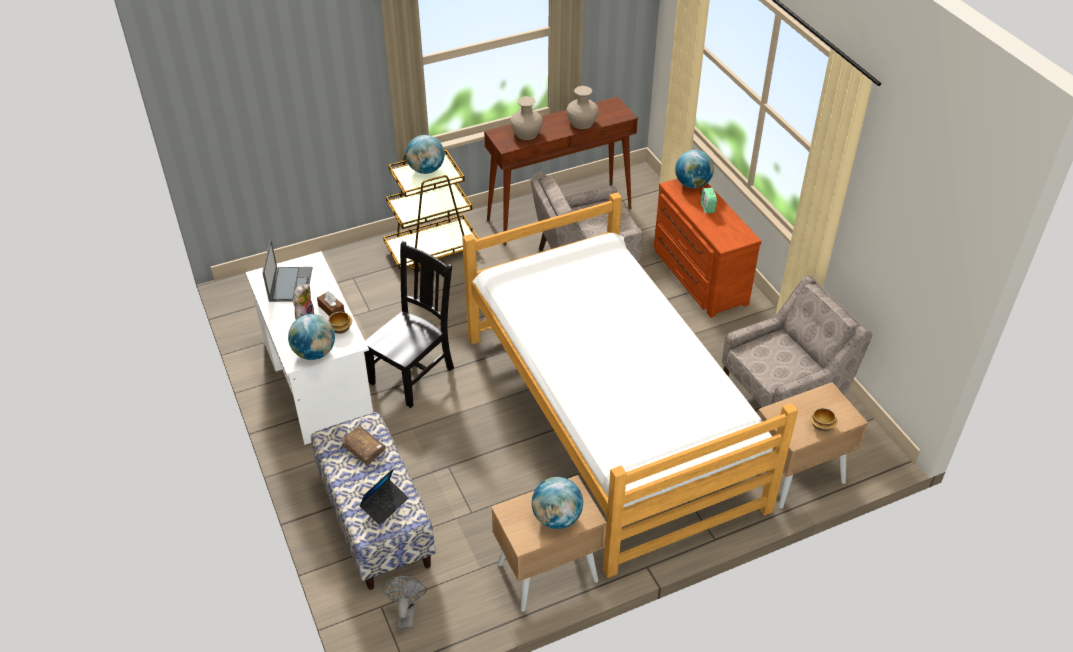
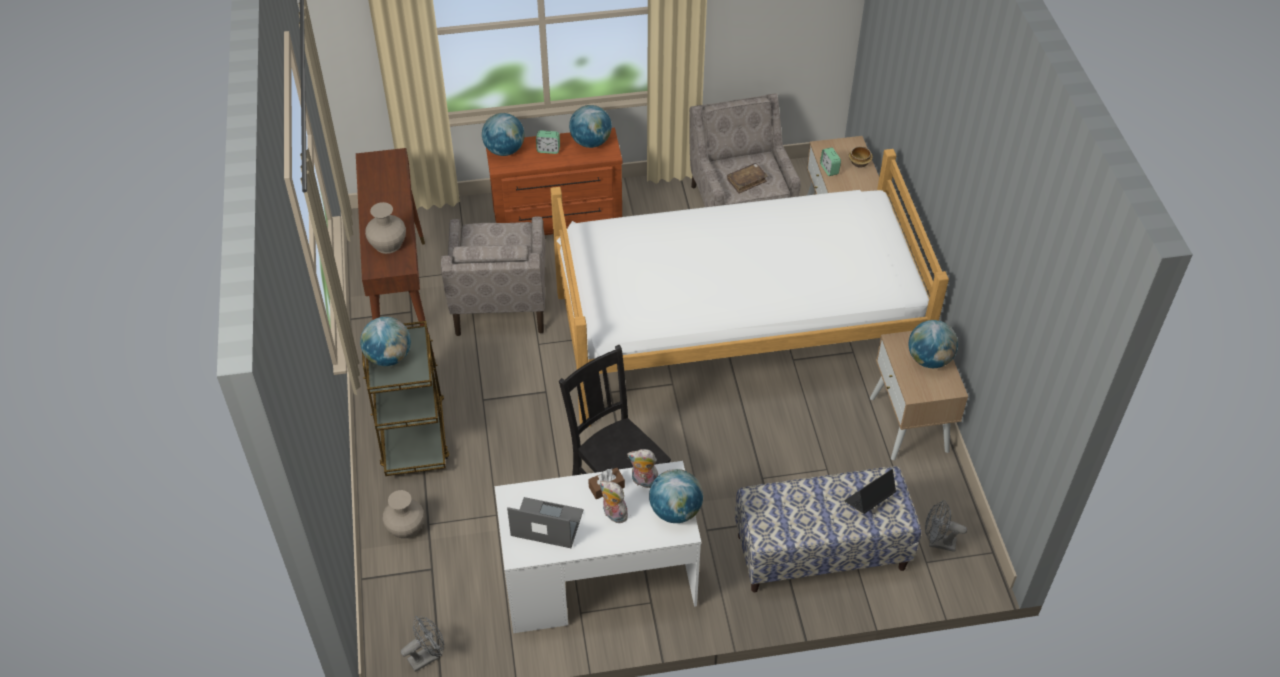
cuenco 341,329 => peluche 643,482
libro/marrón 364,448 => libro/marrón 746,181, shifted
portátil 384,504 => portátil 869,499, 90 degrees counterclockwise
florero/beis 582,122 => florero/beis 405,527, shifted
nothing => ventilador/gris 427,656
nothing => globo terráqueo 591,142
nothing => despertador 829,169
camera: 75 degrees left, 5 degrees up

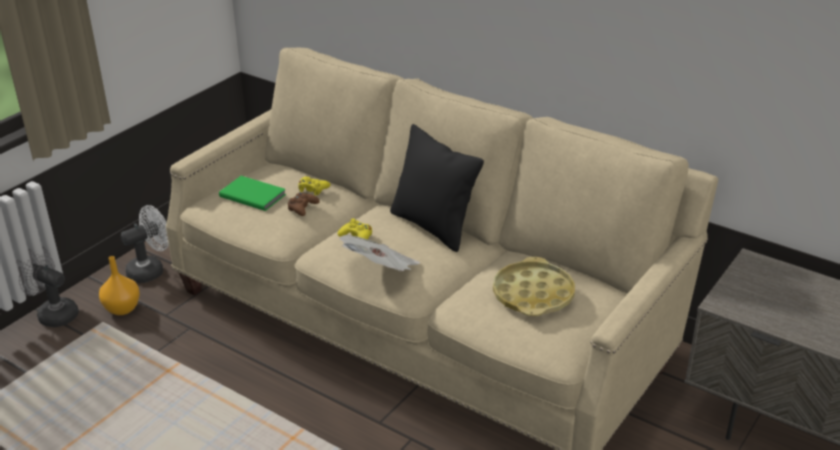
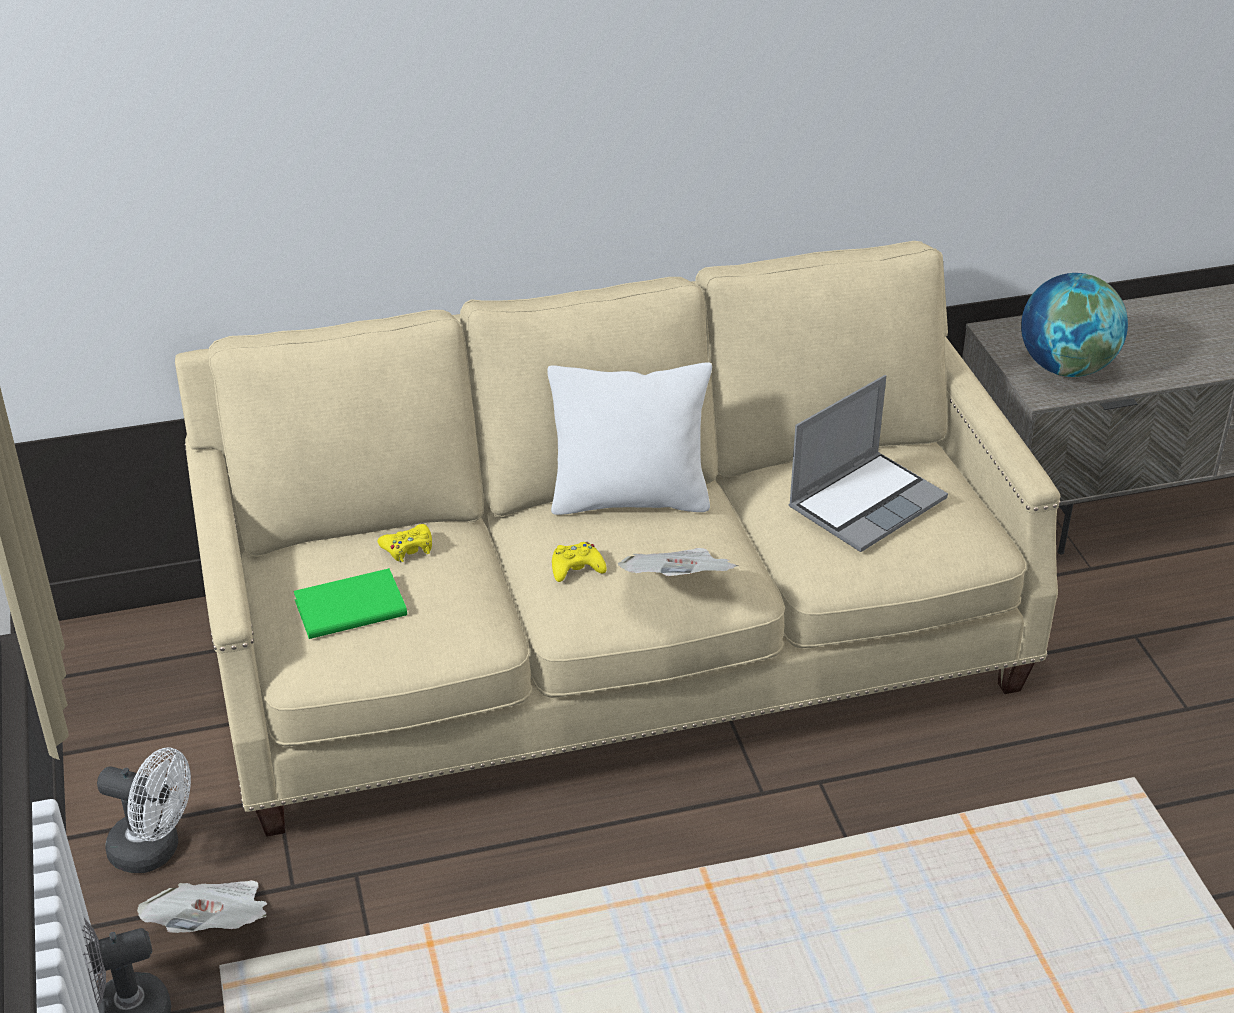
florero/naranja 123,308 => periódico 213,927
ventilador/blanco 151,270 => ventilador/blanco 155,850, 105 degrees clockwise
mando de consola/marrón 302,208 => nothing
cojín/negro 433,226 => cojín/blanco 630,499
bandeja/amarillo 533,294 => portátil 866,502
nothing => globo terráqueo 1066,367
camera: 50 degrees left, 5 degrees up

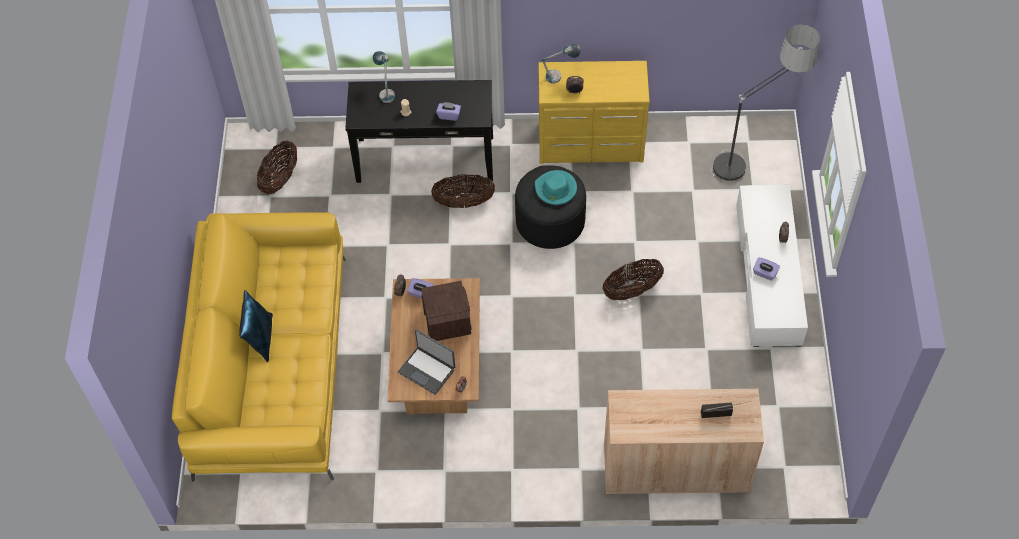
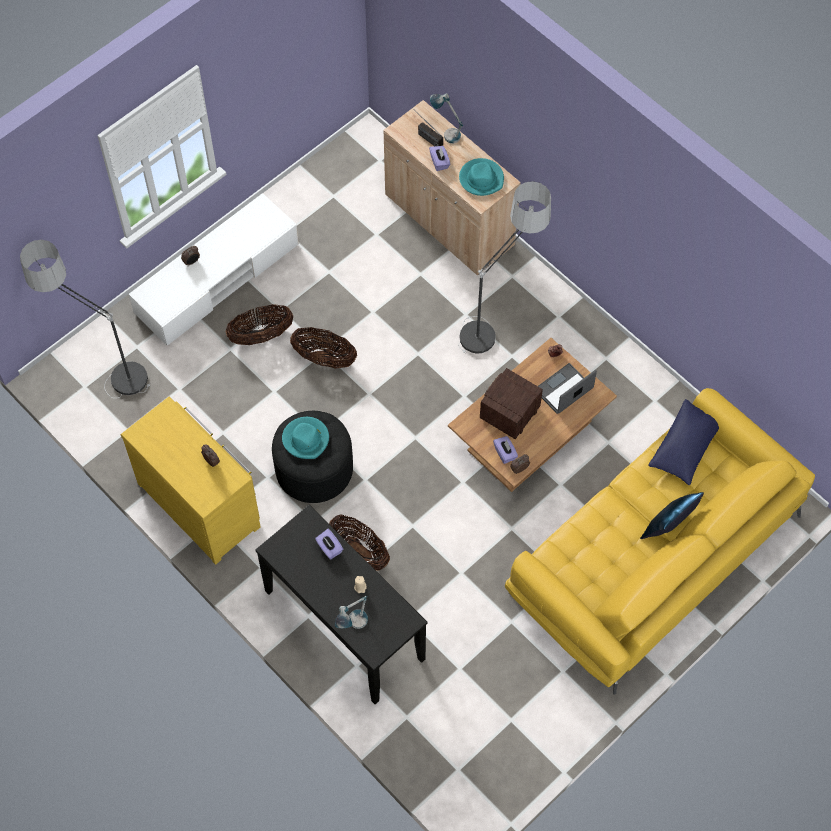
cesta 280,179 => cesta 261,335, shifted
portátil 427,370 => portátil 564,390, 120 degrees counterclockwise
lámpara de mesa 560,76 => lámpara de mesa 446,132, shifted
caja de pañuelos/morado 764,273 => caja de pañuelos/morado 439,162, shifted
nothing => sombrero/turquesa 481,178
nothing => lámpara de pie 497,320
nothing => cojín/azul 685,447
camera: 135 degrees left, 5 degrees up

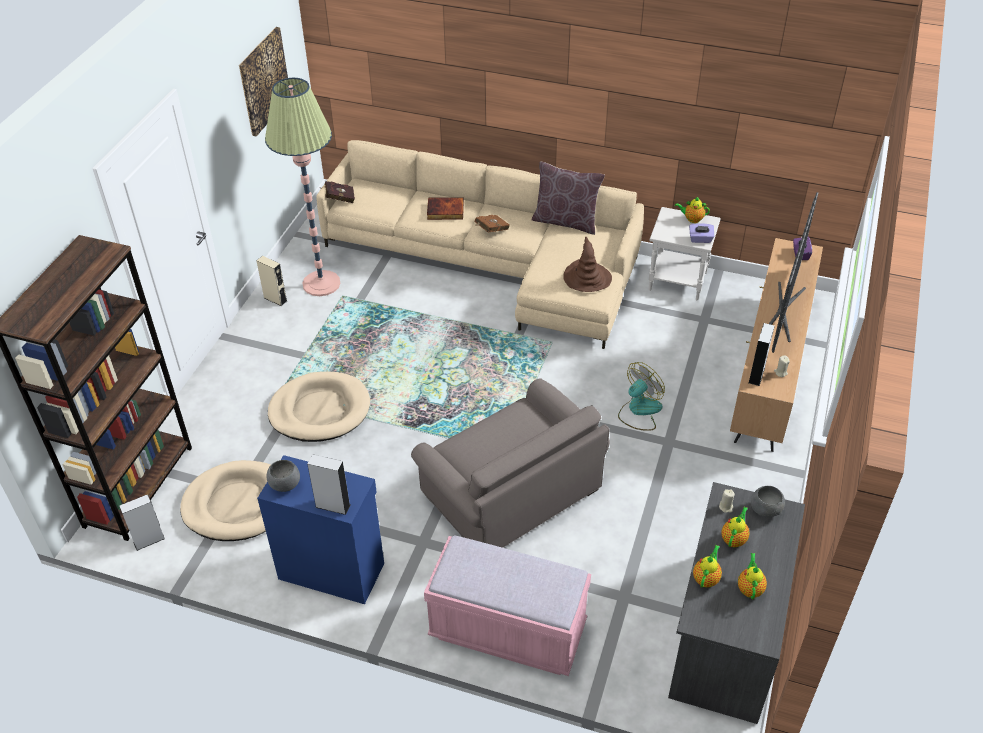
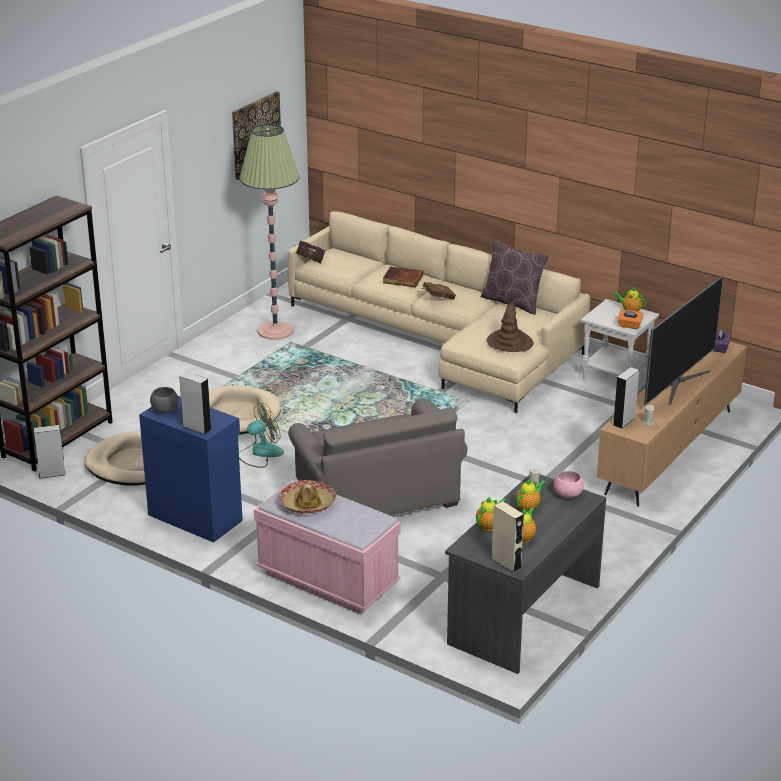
altavoz/beis 275,299 => altavoz/beis 506,563, shifted
ventilador 639,411 => ventilador 260,453, shifted
caja de pañuelos/morado 700,239 => caja de pañuelos/naranja 629,326
cuenco/gris 765,510 => cuenco/rosa 567,495
nothing => sombrero 308,503
camera: 15 degrees right, 15 degrees down

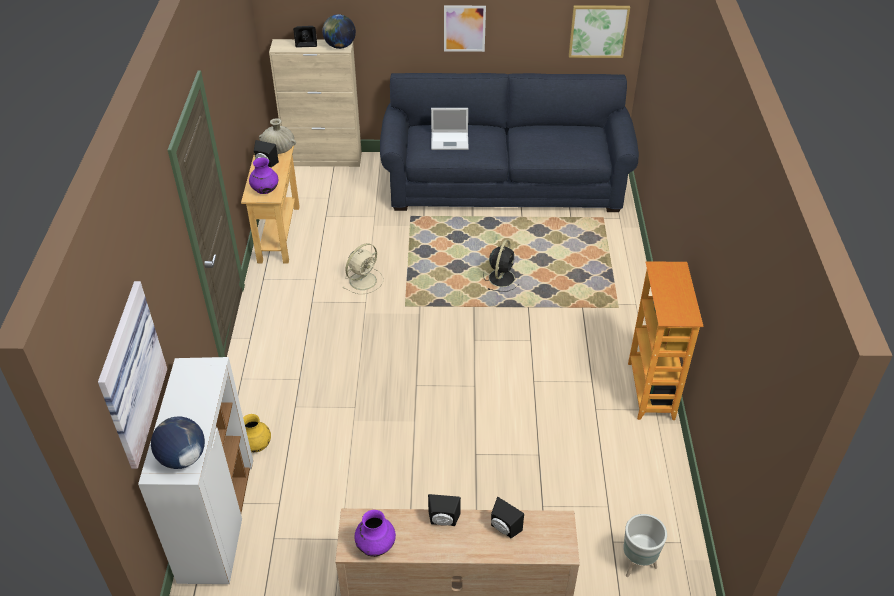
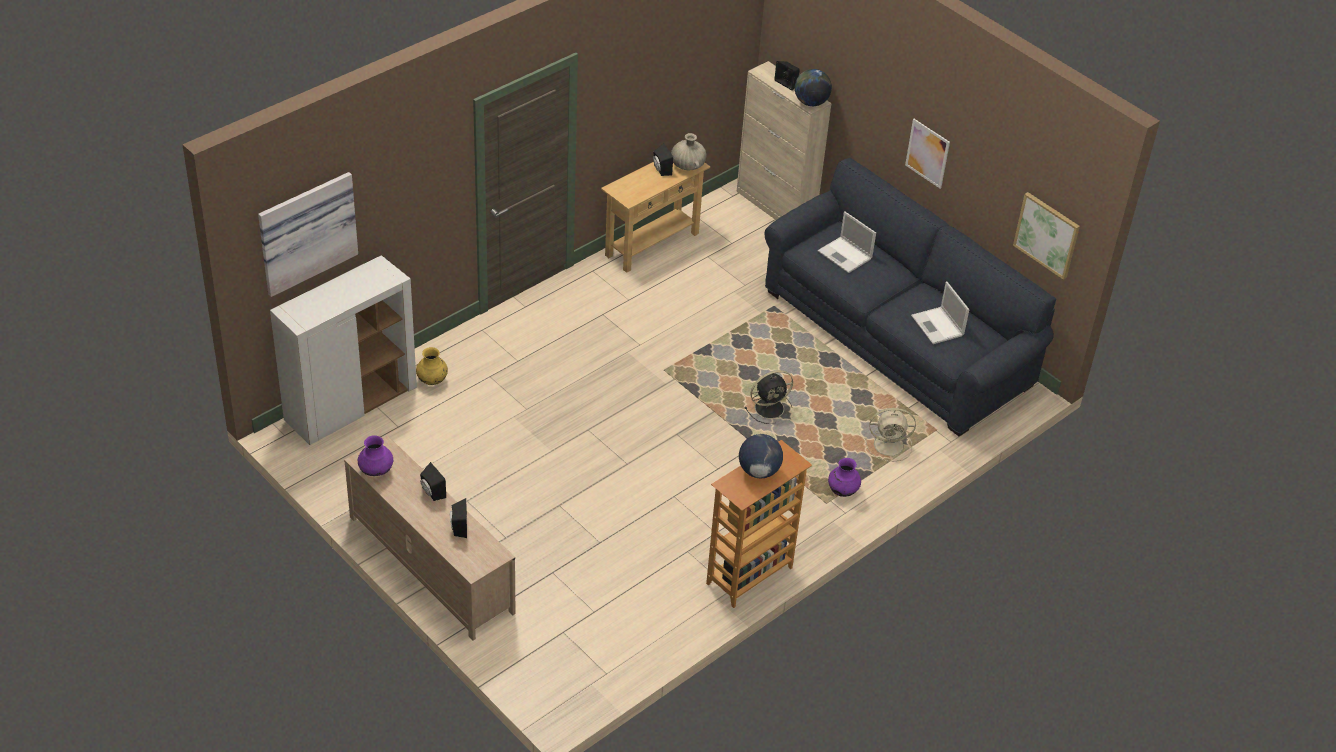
globo terráqueo 182,458 => globo terráqueo 758,471, shifted
florero/morado 265,190 => florero/morado 842,491, shifted
ventilador/beis 364,280 => ventilador/beis 890,445, shifted
maceta/gris 637,564 => nothing
nothing => portátil 938,326
camera: 45 degrees right, 0 degrees up

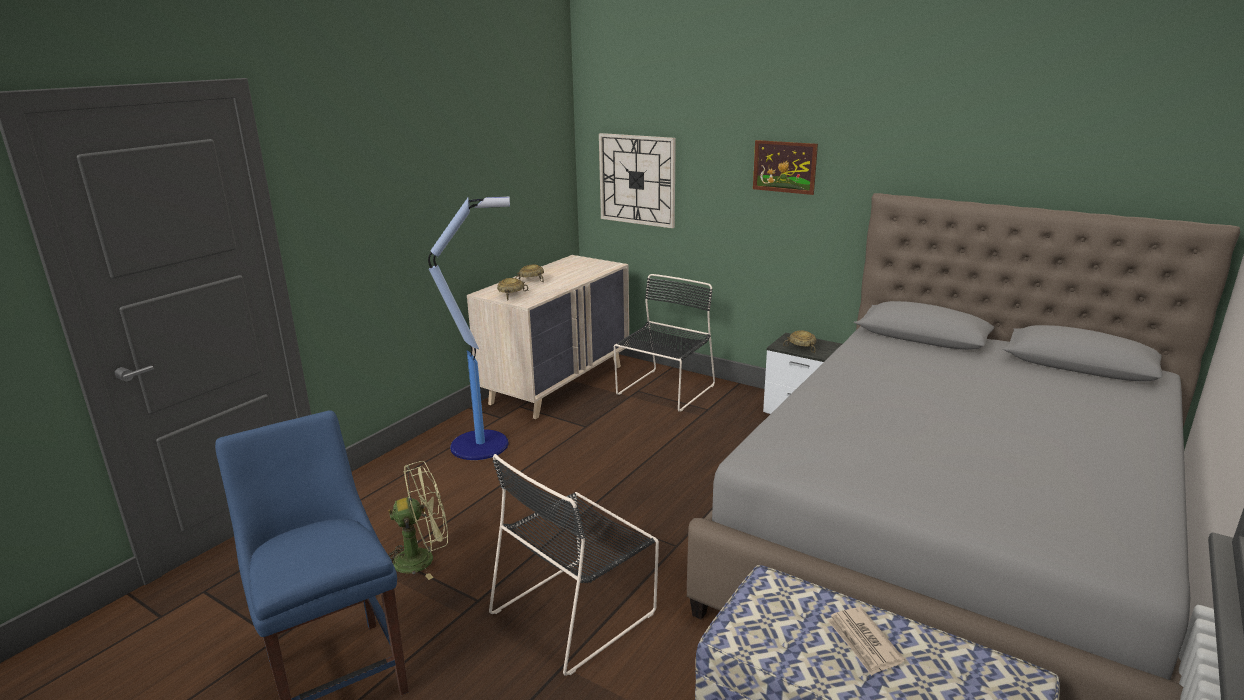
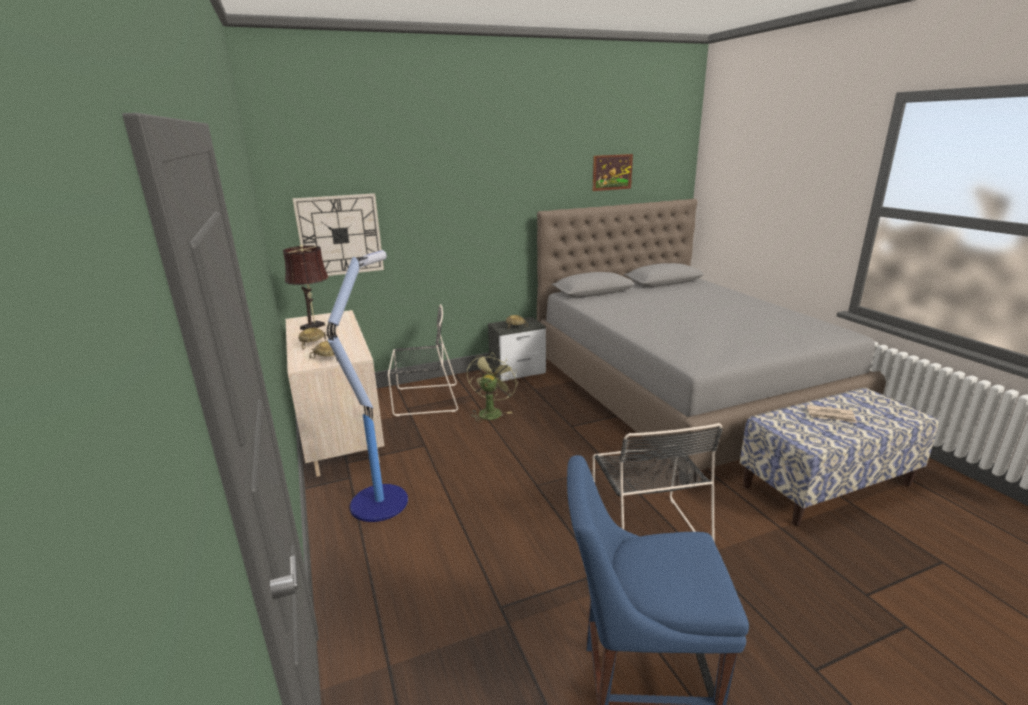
ventilador/verde 423,558 => ventilador/verde 491,411, shifted
silla/negro 664,391 => silla/negro 423,399, 105 degrees clockwise
cuadro 784,167 => cuadro 612,172, shifted
nothing => lámpara de mesa/marrón 314,326
camera: 55 degrees left, 0 degrees up

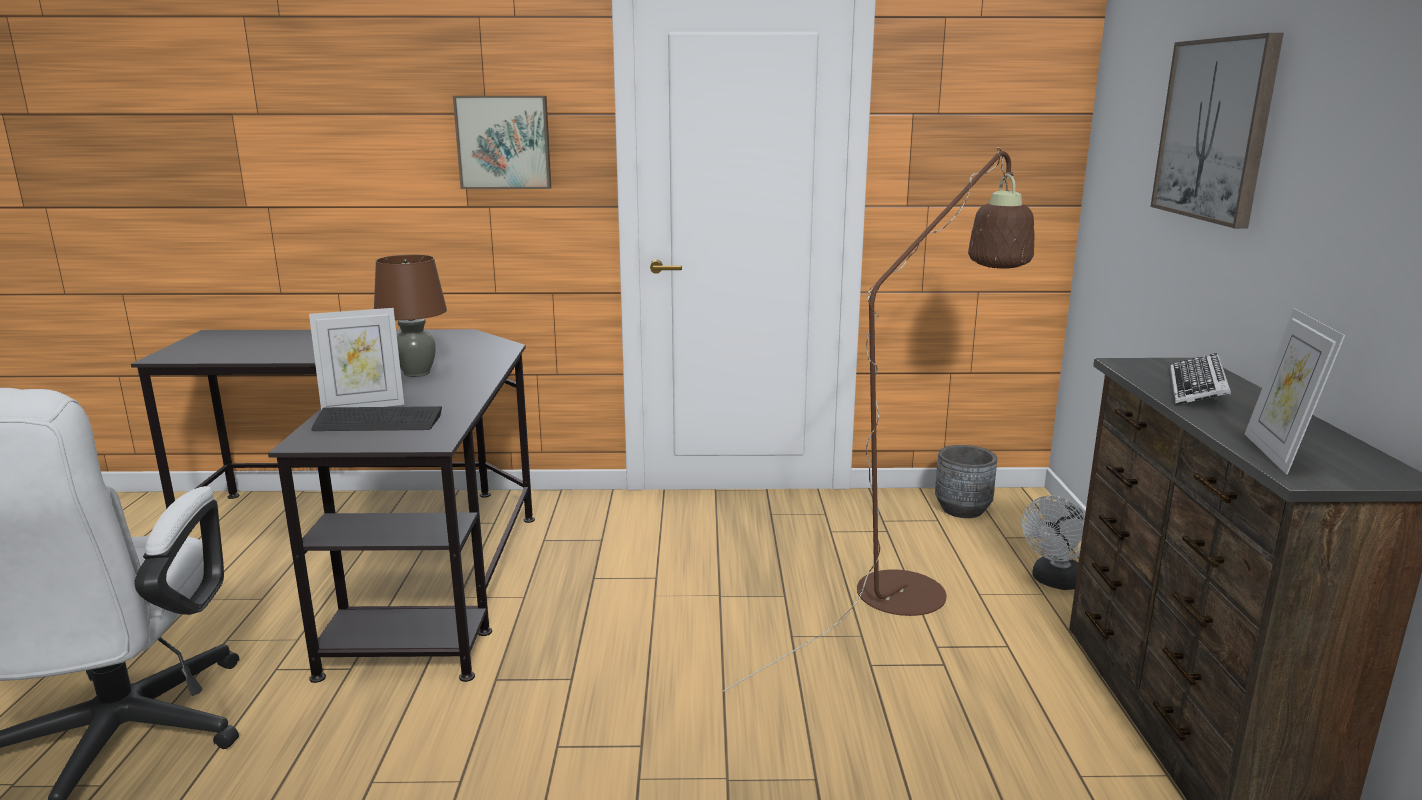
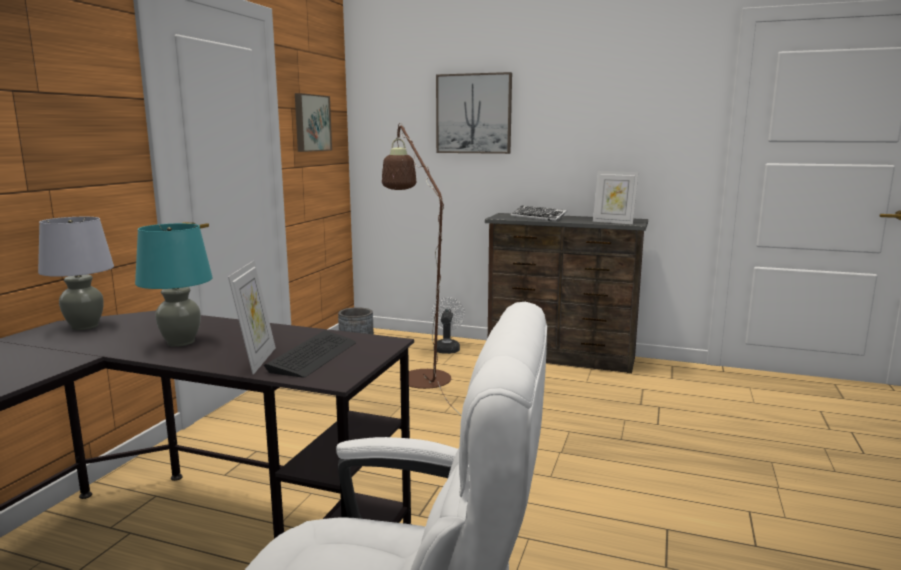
lámpara de mesa/marrón 417,373 => lámpara de mesa/turquesa 181,342
cuadro 504,142 => cuadro 311,123, shifted
ventilador/blanco 1054,582 => ventilador/blanco 447,348, 150 degrees counterclockwise
nothing => lámpara de mesa/gris 85,326
camera: 70 degrees left, 5 degrees down

